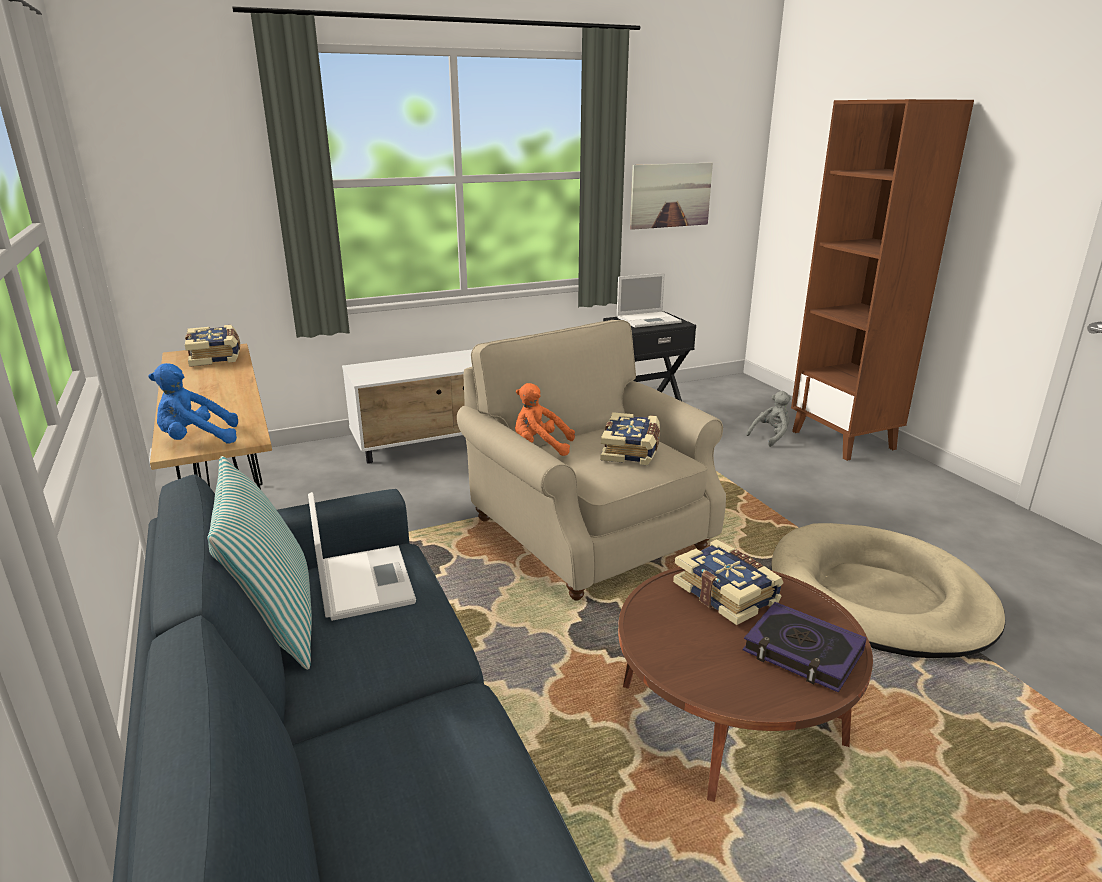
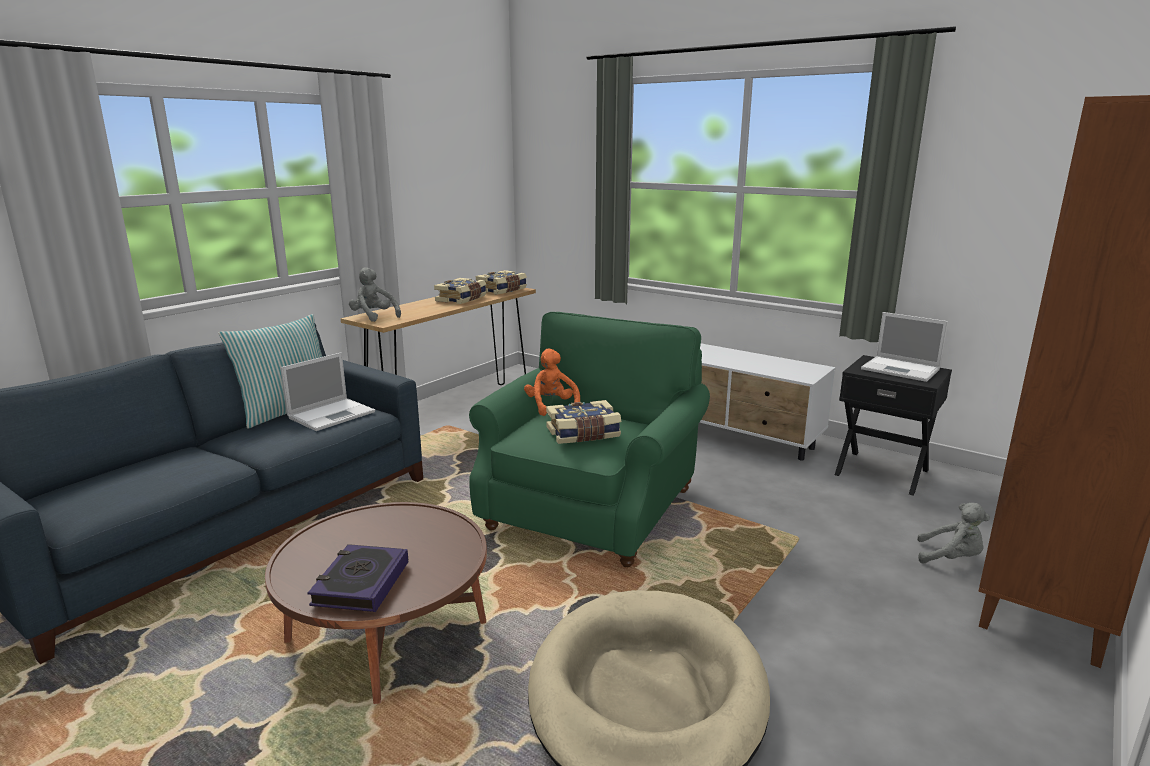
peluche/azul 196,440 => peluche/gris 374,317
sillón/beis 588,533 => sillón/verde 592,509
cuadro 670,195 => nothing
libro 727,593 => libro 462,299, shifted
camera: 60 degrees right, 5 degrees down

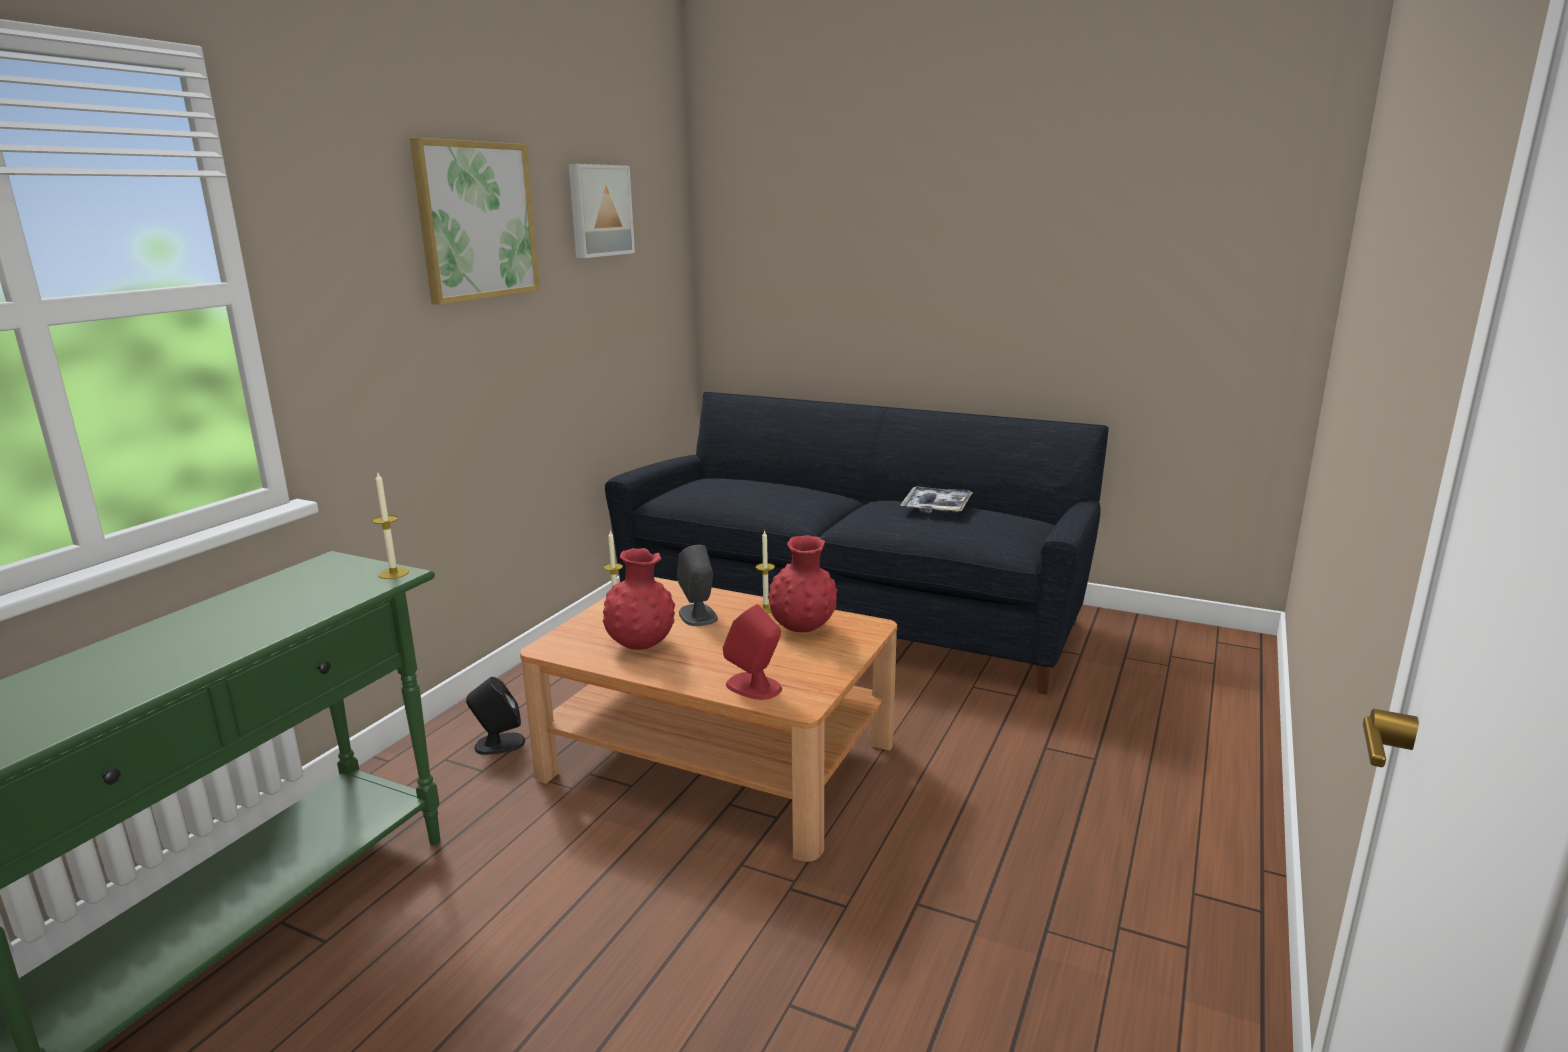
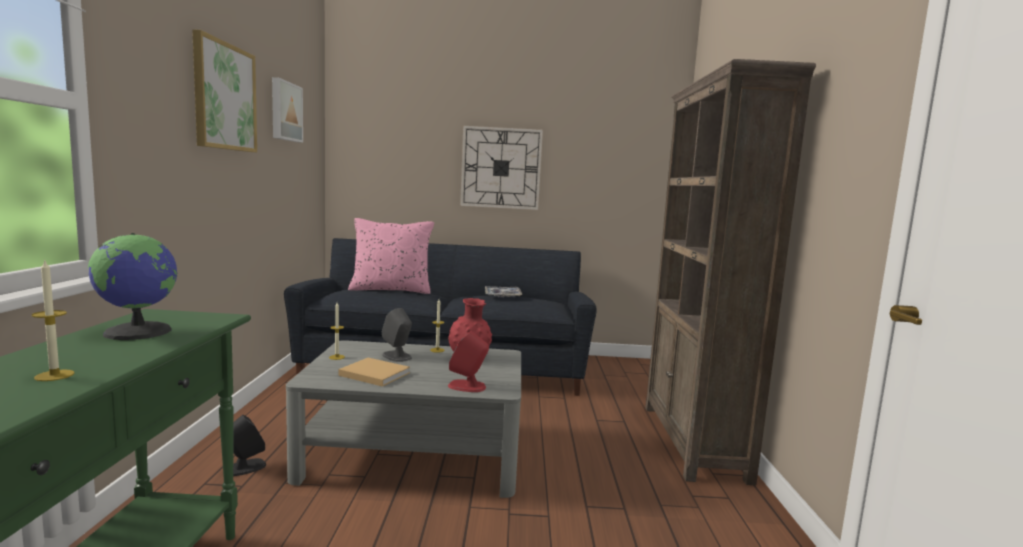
vela 393,573 => vela 54,375, shifted
mesa de centro/marrón 719,759 => mesa de centro/gris 415,452
florero/rojo 641,645 => libro/beis 373,374
nothing => globo terráqueo 139,331
nothing => cojín/rosa 391,290
nothing => reloj de pared 501,168
nothing => estantería/marrón 693,442
camera: 25 degrees left, 10 degrees down

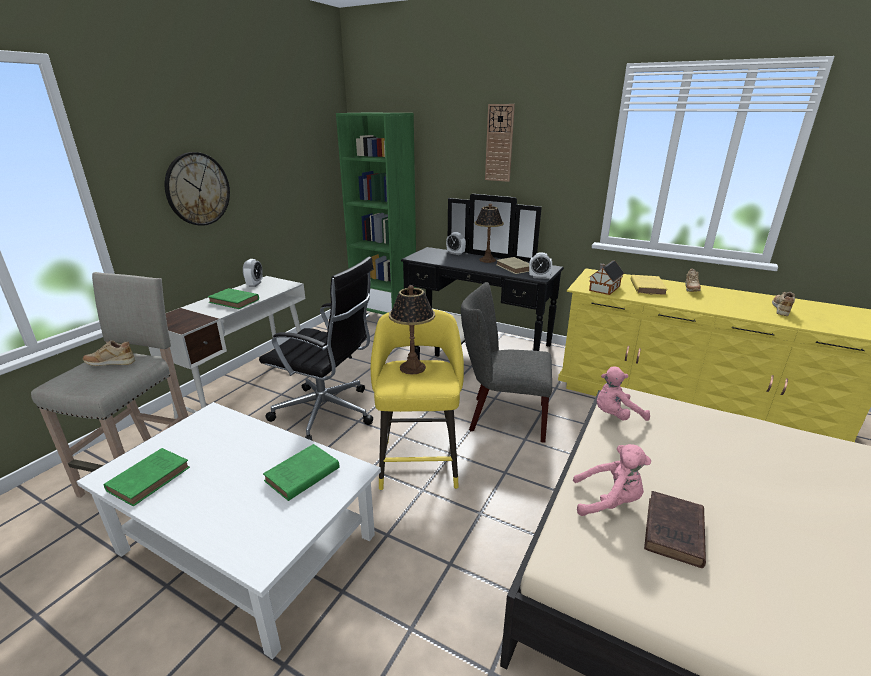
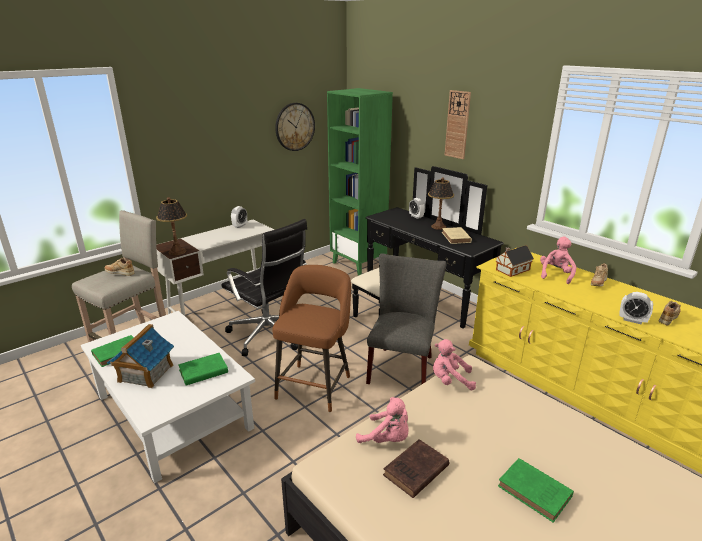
reloj de pared 197,189 => reloj de pared 295,127, shifted
libro/verde 235,301 => libro/verde 536,492, shifted
taburete/amarillo 419,460 => taburete/marrón 315,385
lámpara de mesa 413,367 => lámpara de mesa 177,251, shifted
silla/gris 502,417 => silla/gris 402,366, 75 degrees clockwise
despertador 539,277 => despertador 632,320, shifted
libro/amarillo 647,287 => peluche/rosa 555,274
nothing => casita 145,373
camera: 20 degrees right, 0 degrees up

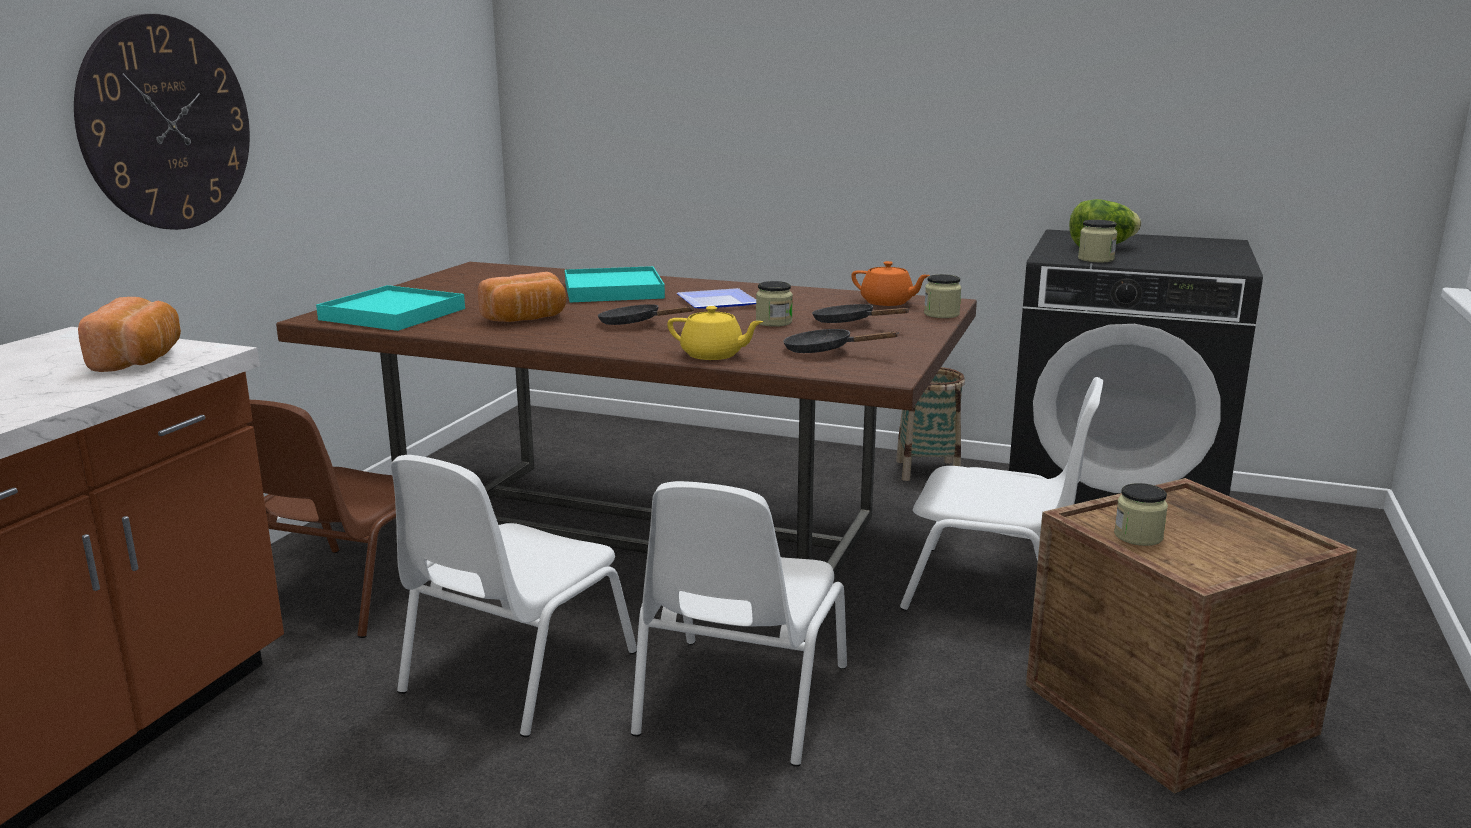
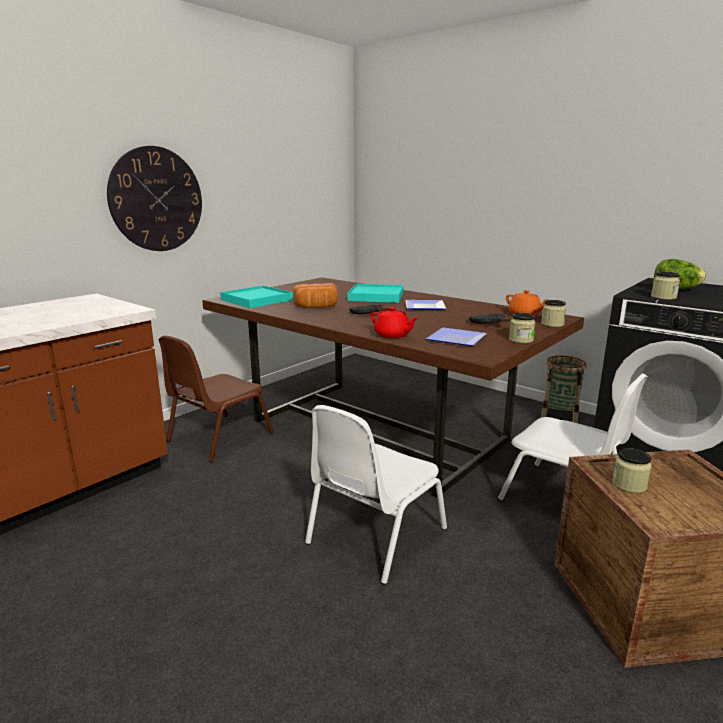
pan 140,360 => nothing
silla/blanco 515,673 => nothing
tetera/amarillo 713,355 => tetera/rojo 392,335
tarro 774,322 => tarro 521,340, shifted
sartén/negro 824,351 => plato 458,339
camera: 20 degrees right, 0 degrees up

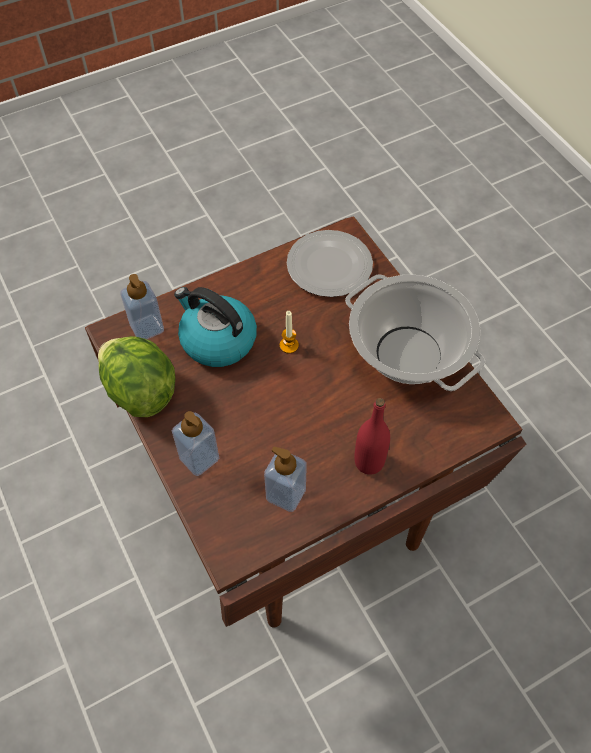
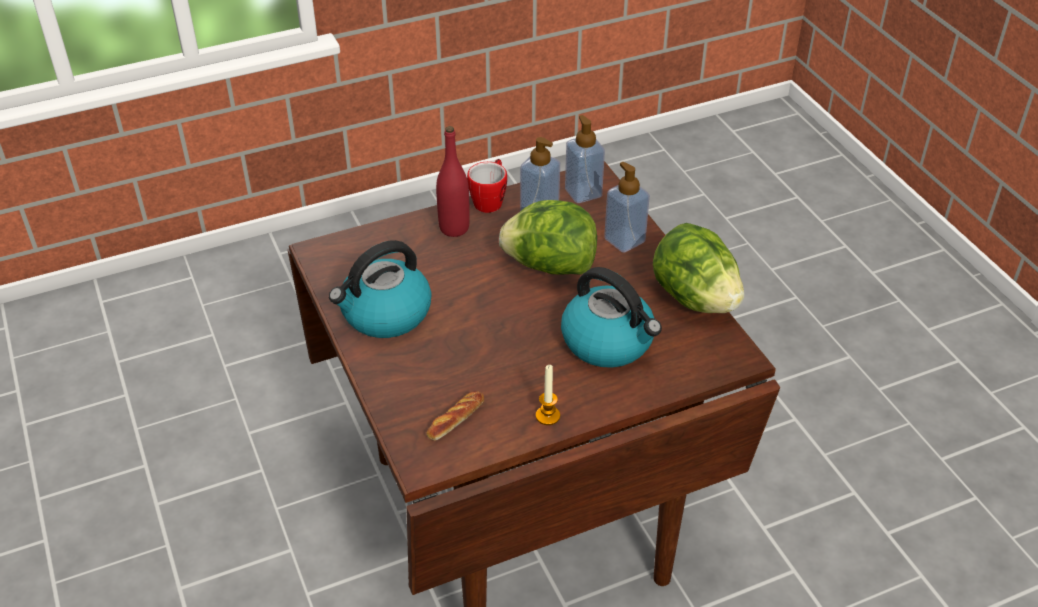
dispensador de jabón 147,328 => dispensador de jabón 583,193, shifted
vela 289,345 => vela 547,416, shifted
plato 329,267 => pan 456,419
olla 407,354 => hervidor 385,314
nothing => taza grande 490,200
nothing => lechuga 550,266
camera: 175 degrees left, 15 degrees down

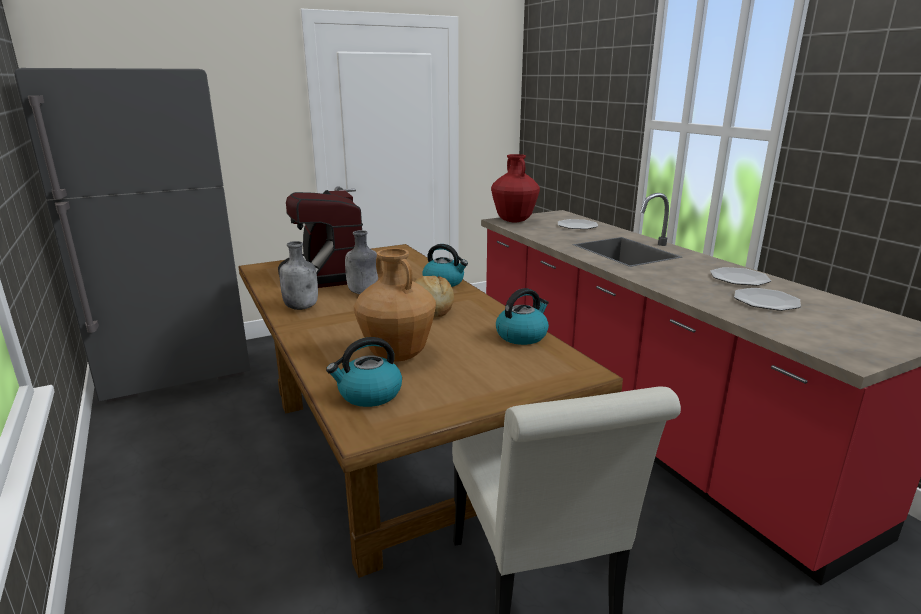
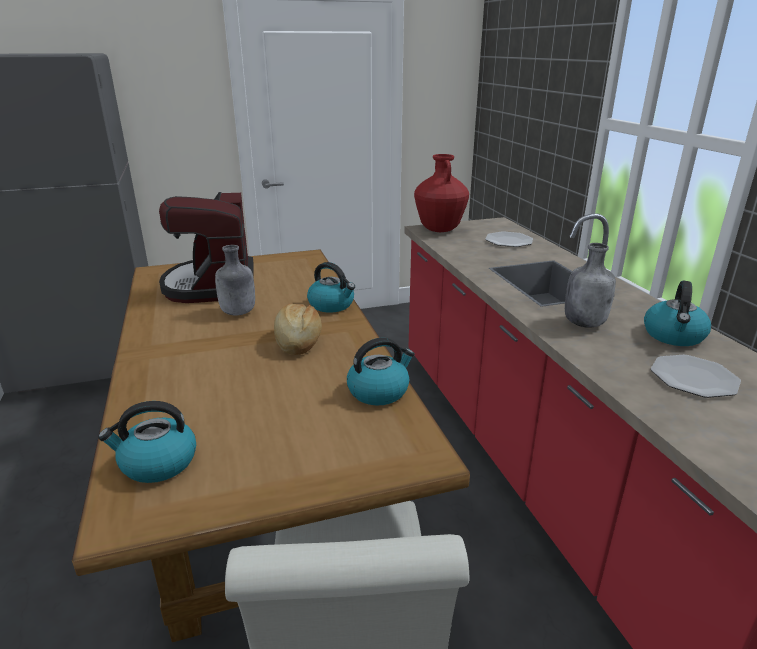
botella/gris 302,307 => botella/gris 584,323, shifted
florero/marrón 397,356 => nothing
plato 739,278 => hervidor 673,336
camera: 10 degrees right, 5 degrees up

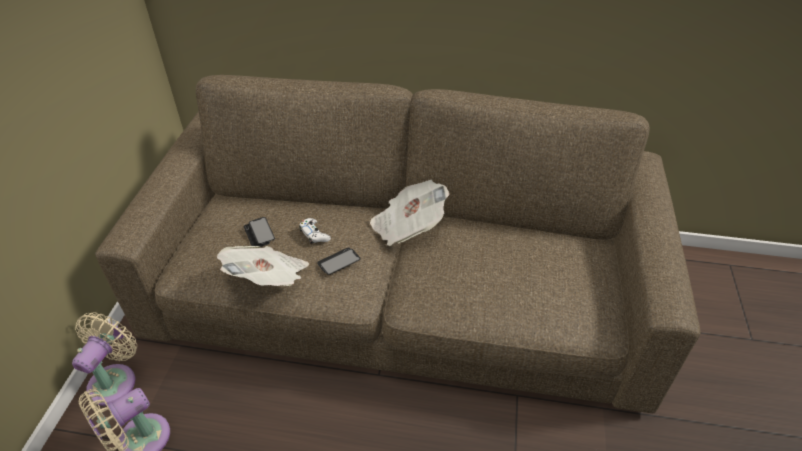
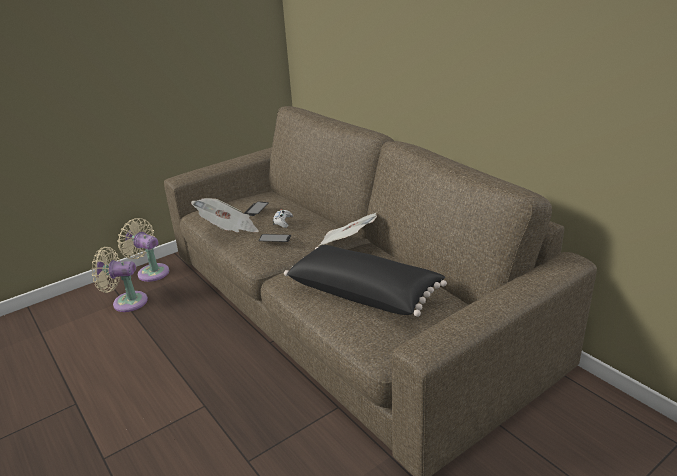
ventilador/beis 115,380 => ventilador/beis 151,272, 120 degrees counterclockwise
nothing => cojín/negro 364,292
camera: 45 degrees right, 15 degrees down

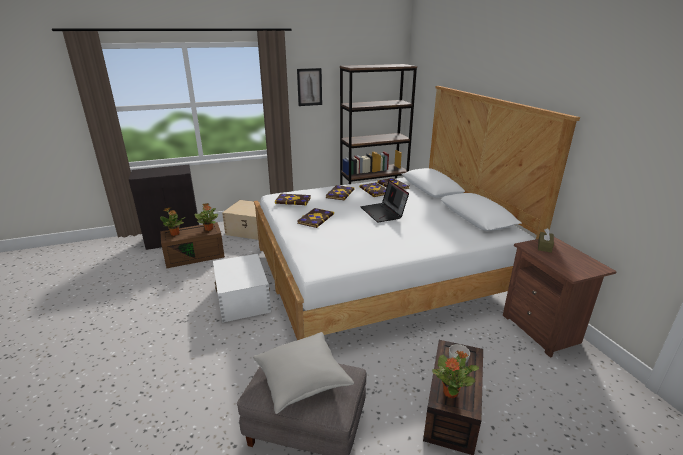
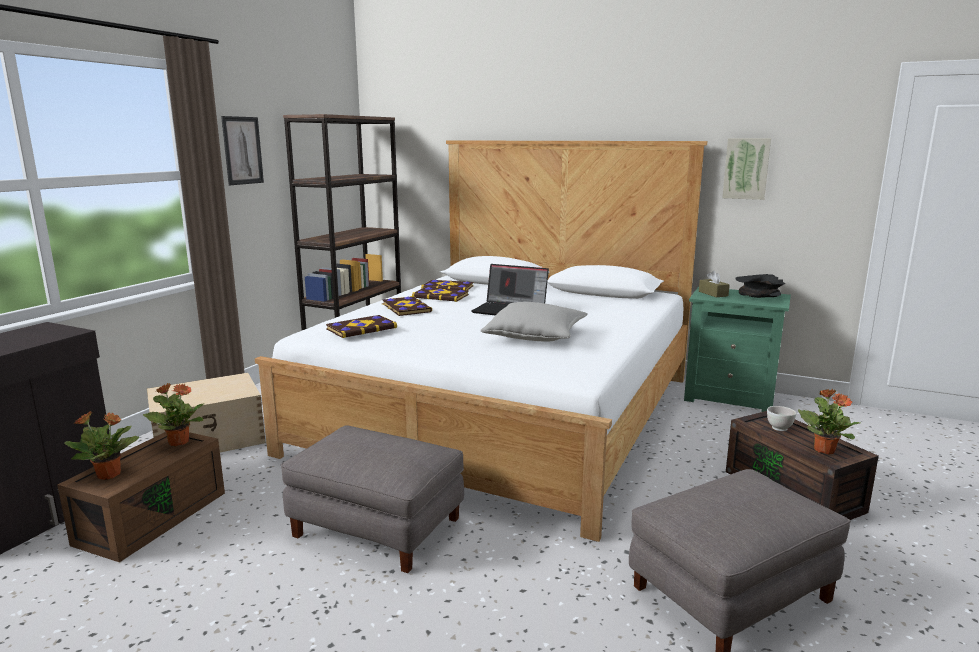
caja de almacenaje/blanco 242,299 => puf/gris 378,526
cojín/gris 302,379 => cojín/gris 535,336, shifted
libro 315,219 => nothing
mesita de noche/marrón 543,330 => mesita de noche/verde 730,398
nothing => cuadro 746,168
nothing => cuenco/negro 757,297
camera: 45 degrees left, 10 degrees down

